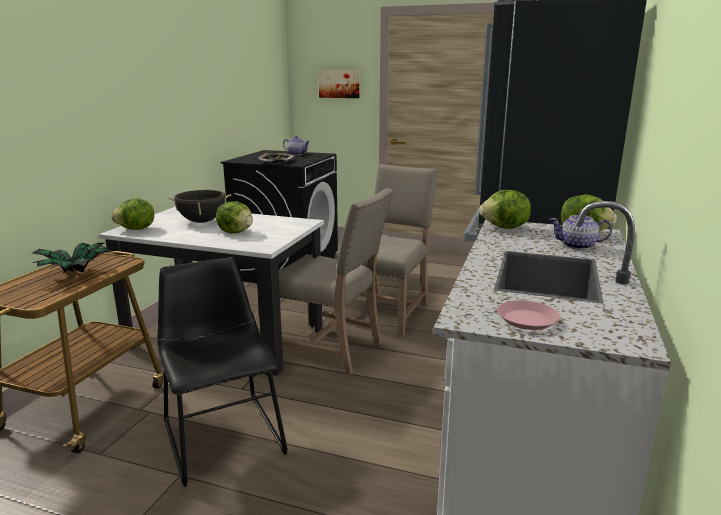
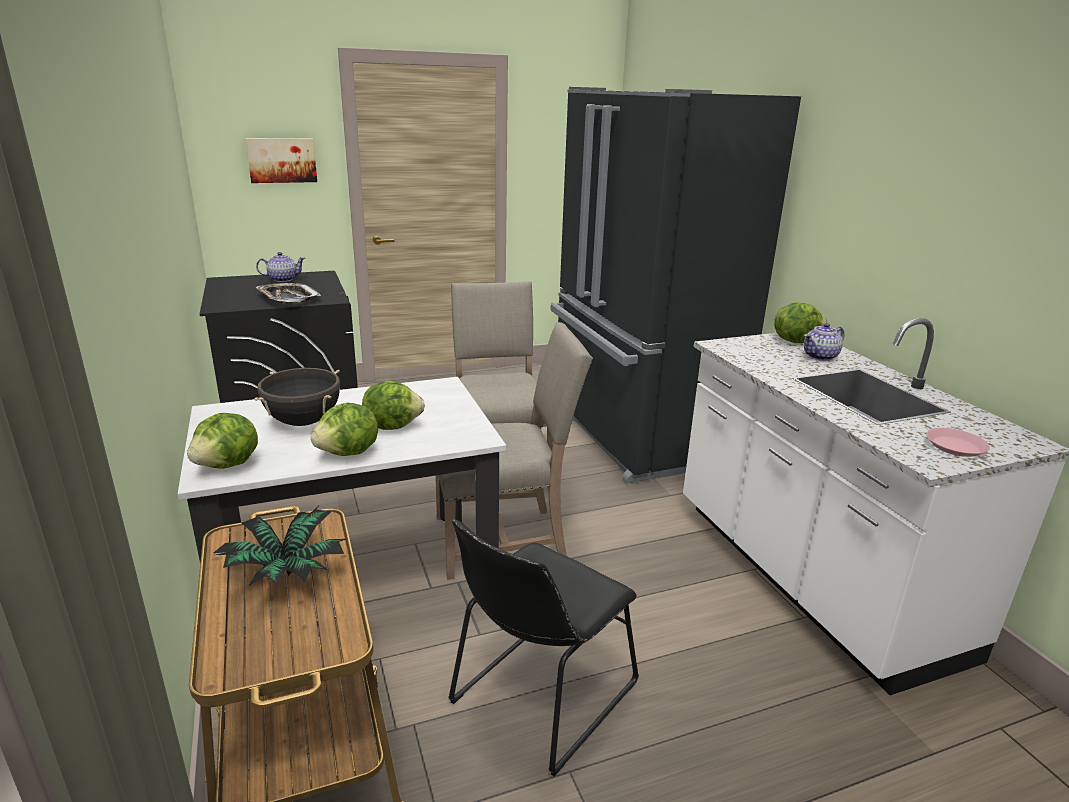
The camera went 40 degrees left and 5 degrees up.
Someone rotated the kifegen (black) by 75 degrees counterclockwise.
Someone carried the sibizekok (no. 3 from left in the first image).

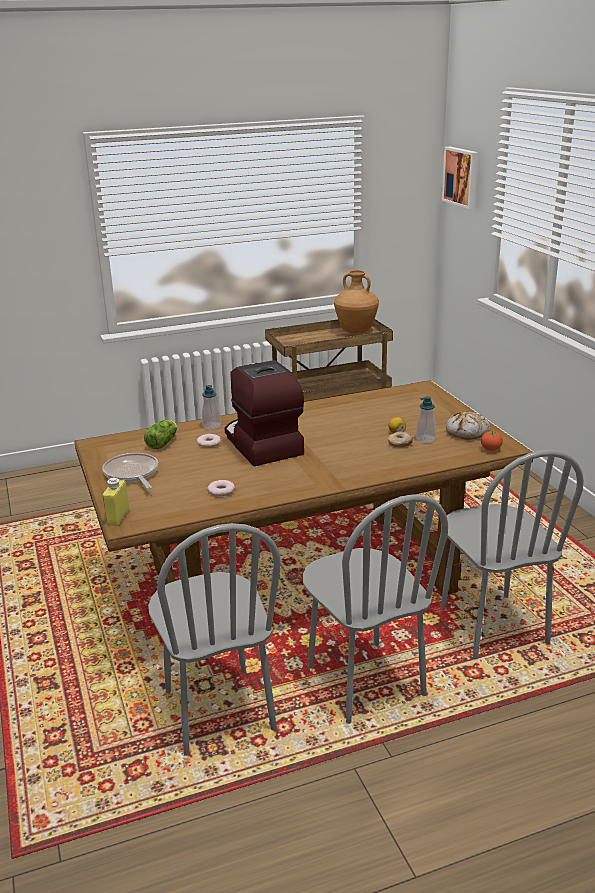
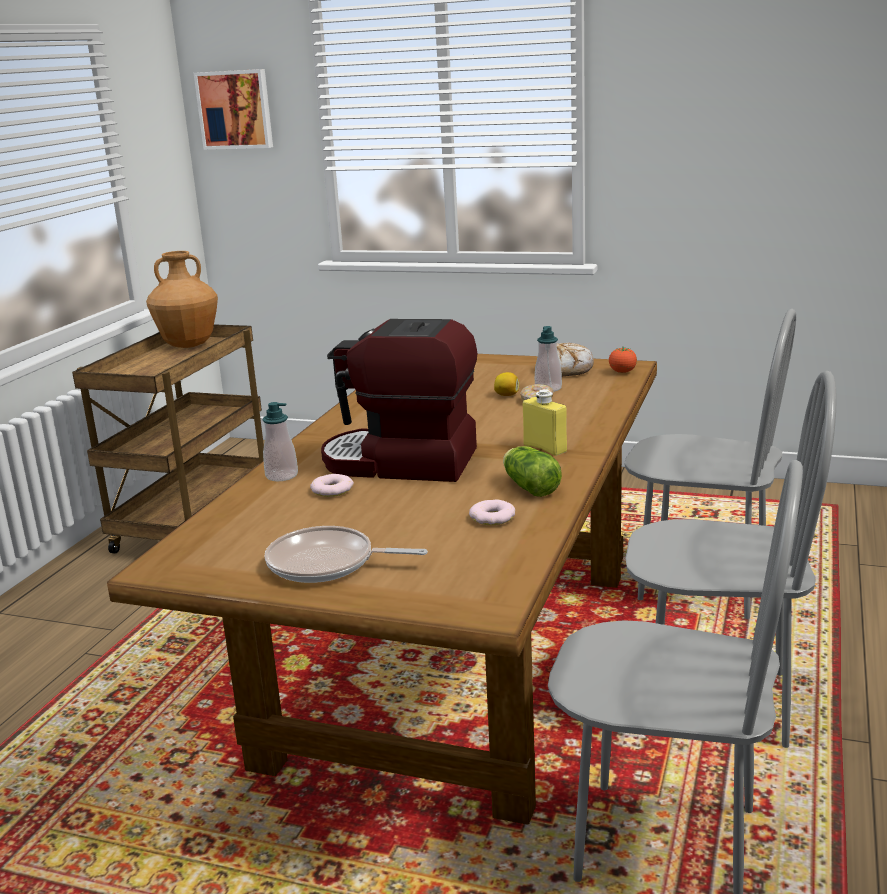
The camera went 50 degrees left and 5 degrees down.
Someone carried the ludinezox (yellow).
Someone carried the sibizekok.

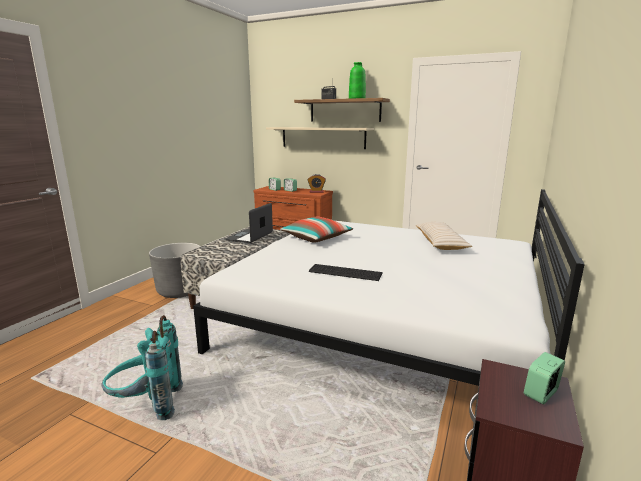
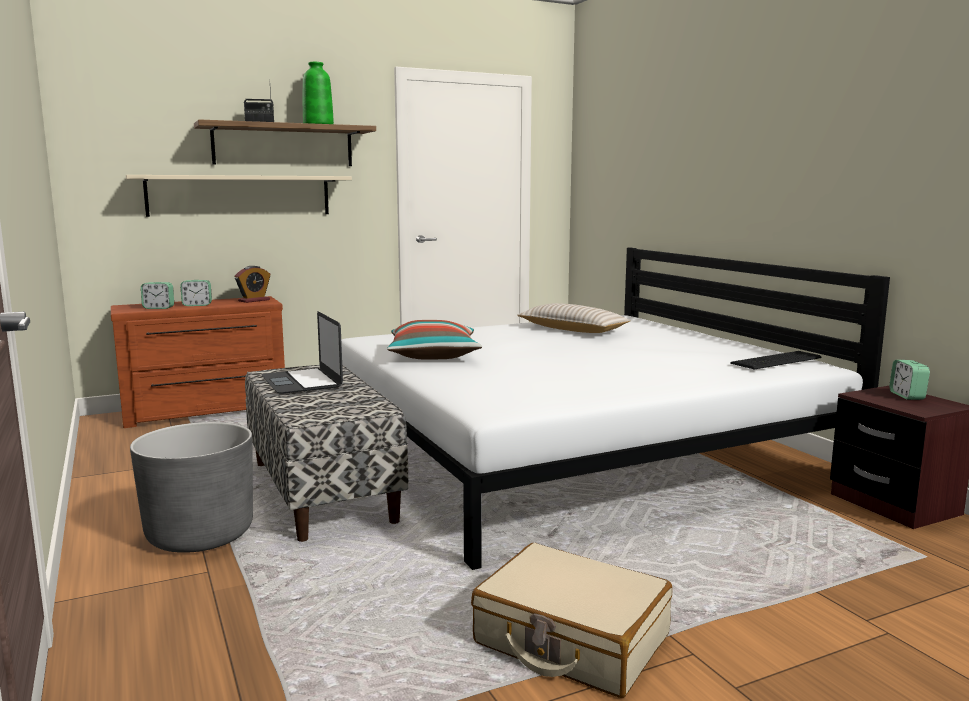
The camera went 50 degrees left and 5 degrees down.
Someone swapped the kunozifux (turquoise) for the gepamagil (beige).
Someone carried the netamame.

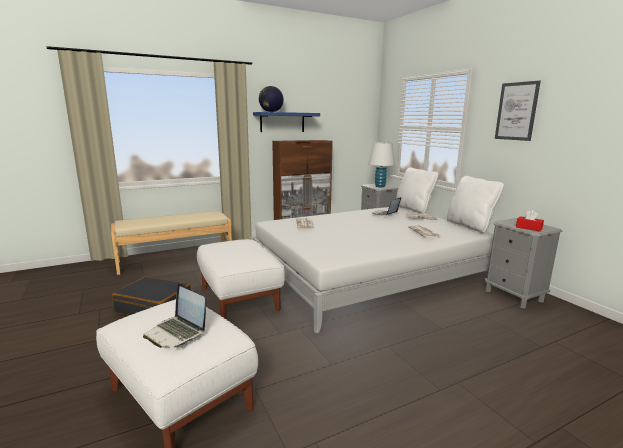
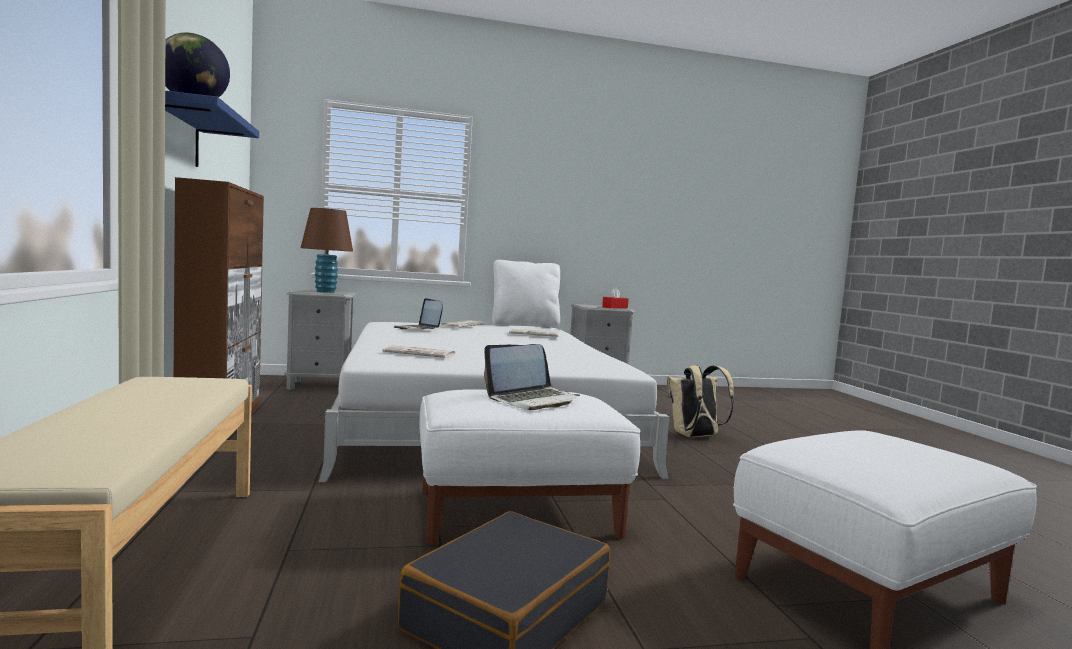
The camera went 75 degrees left and 10 degrees down.
Someone carried the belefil (no. 1 from left in the first image).
Someone repainted the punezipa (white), which became the punezipa (brown).
Someone took away the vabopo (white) (no. 1 from left).
Someone took away the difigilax.
Someone put down the kunozifux (beige).

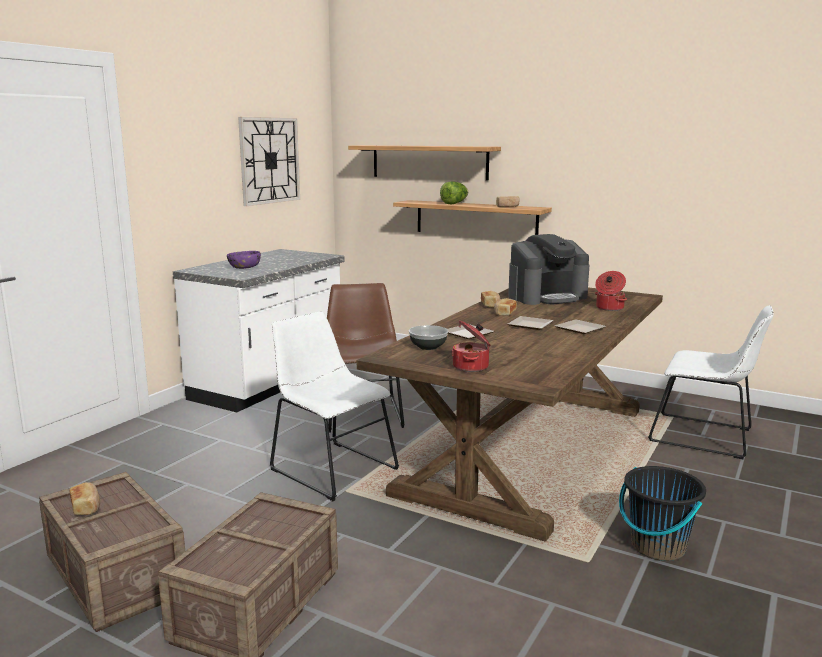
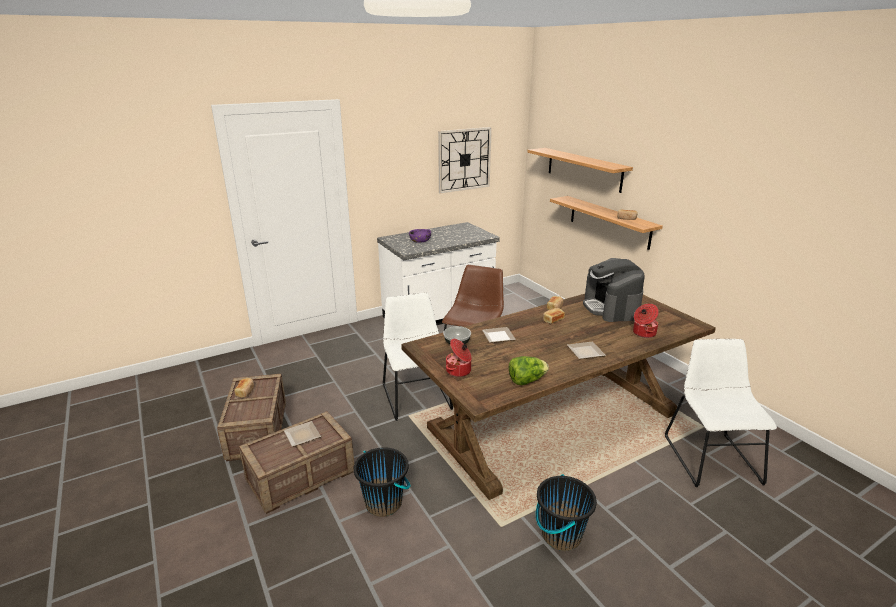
The camera went 30 degrees right and 10 degrees up.
Someone carried the sibizekok.
Someone rotated the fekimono by 75 degrees clockwise.
Someone carried the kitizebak (no. 2 from left in the first image).
Someone rotated the kifegen (white) (no. 2 from left) by 150 degrees counterclockwise.
Someone put down the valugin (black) (no. 1 from left).

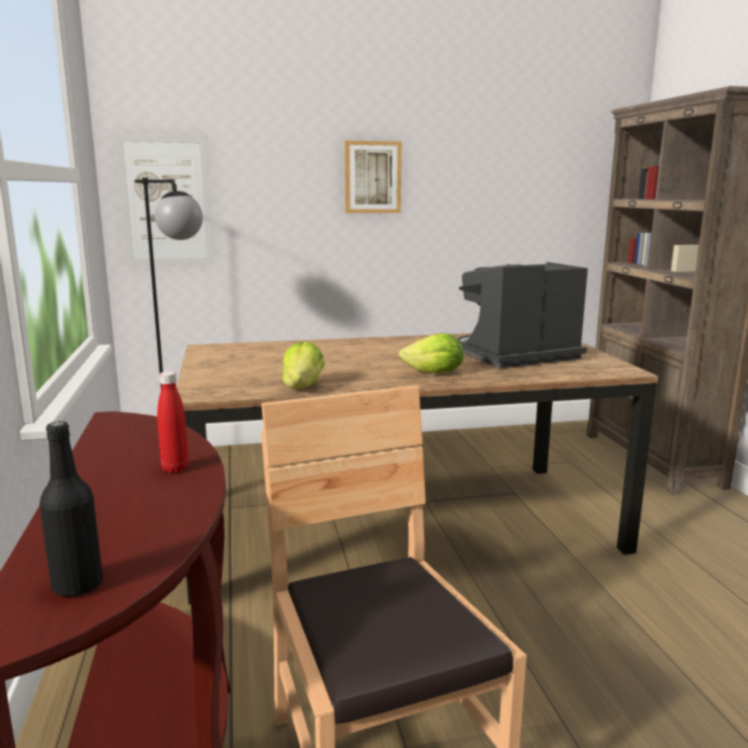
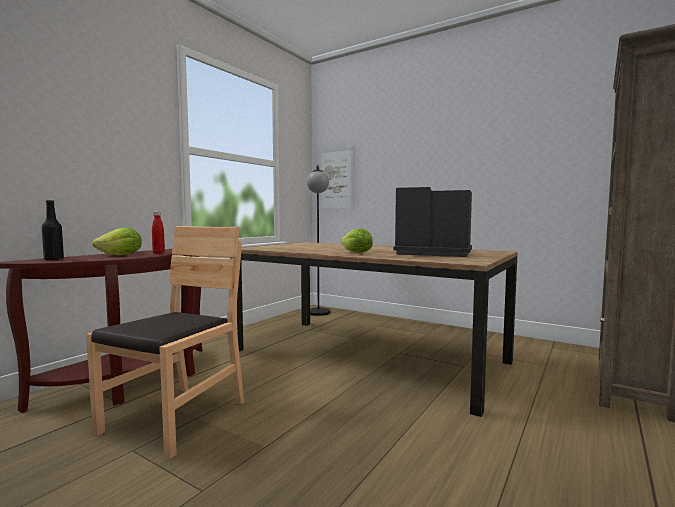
The camera went 45 degrees right and 10 degrees down.
Someone carried the sibizekok (no. 1 from left).
Someone took away the difigilax (no. 2 from left).

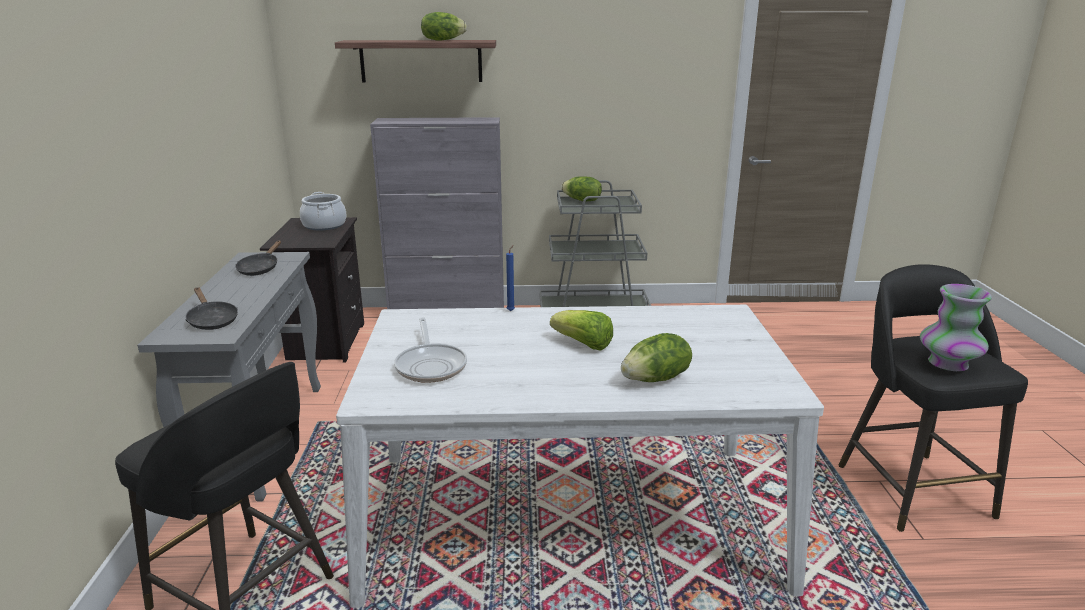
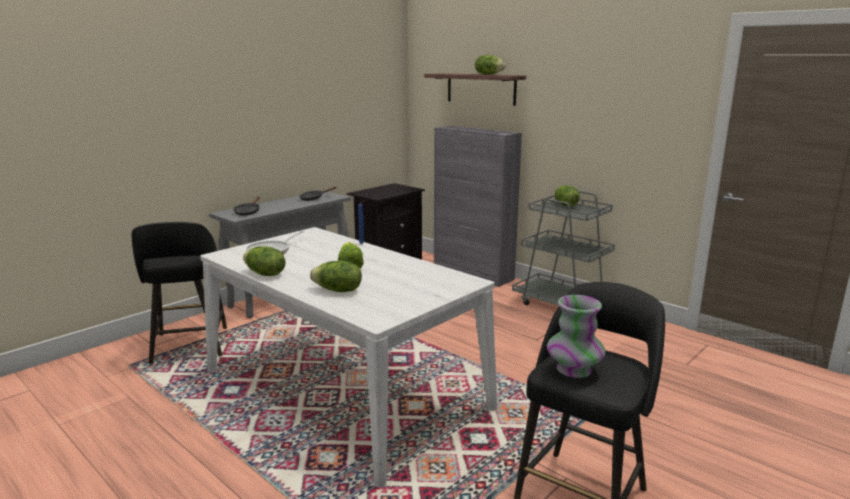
The camera went 45 degrees right and 5 degrees down.
Someone took away the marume.
Someone put down the sibizekok (no. 1 from left).

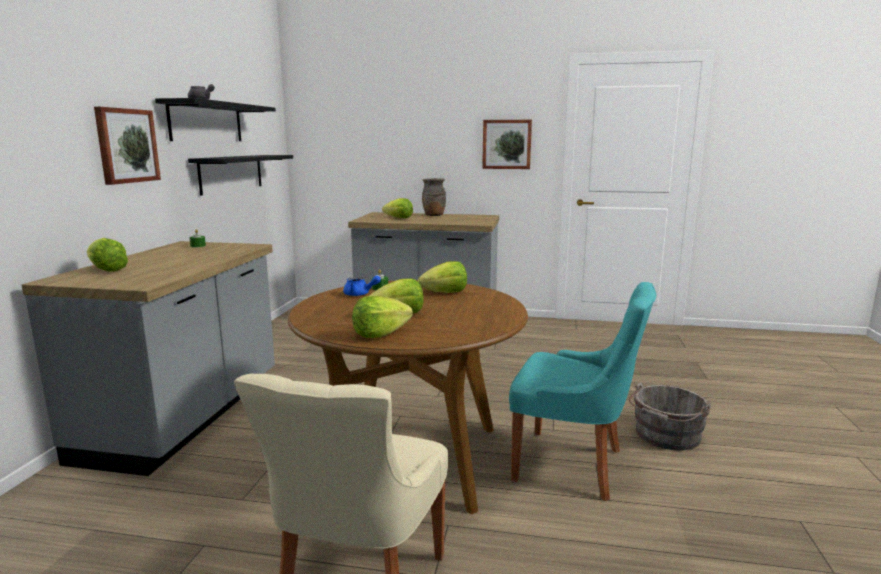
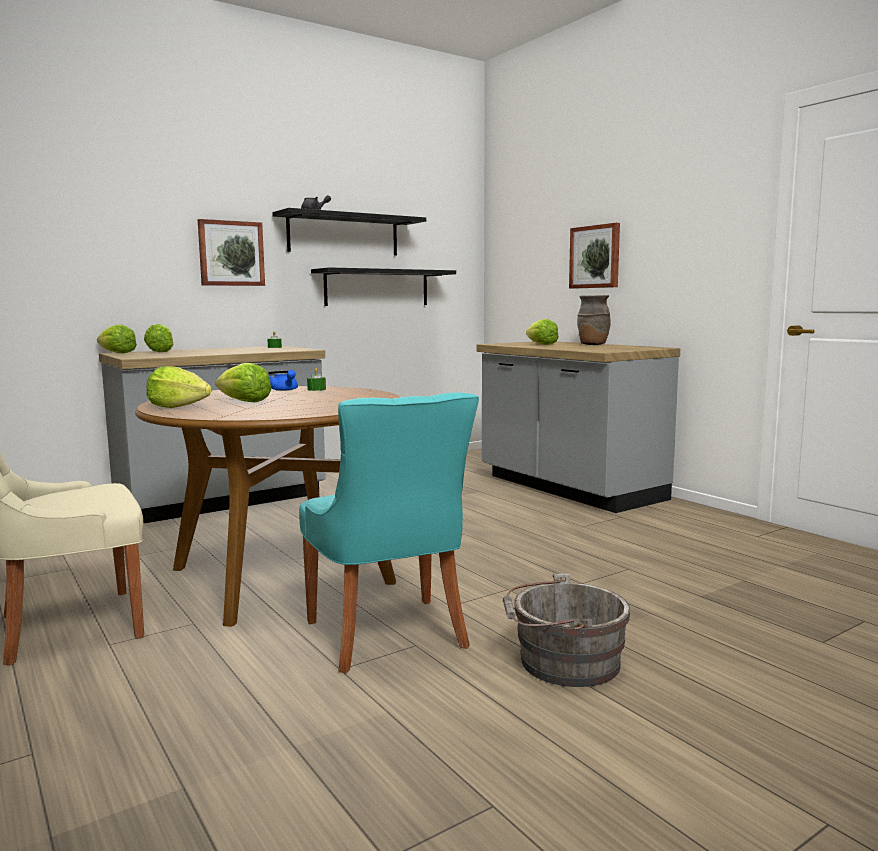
The camera went 45 degrees right and 5 degrees down.
Someone carried the sibizekok (no. 5 from left in the first image).
Someone carried the difigilax (no. 2 from left).

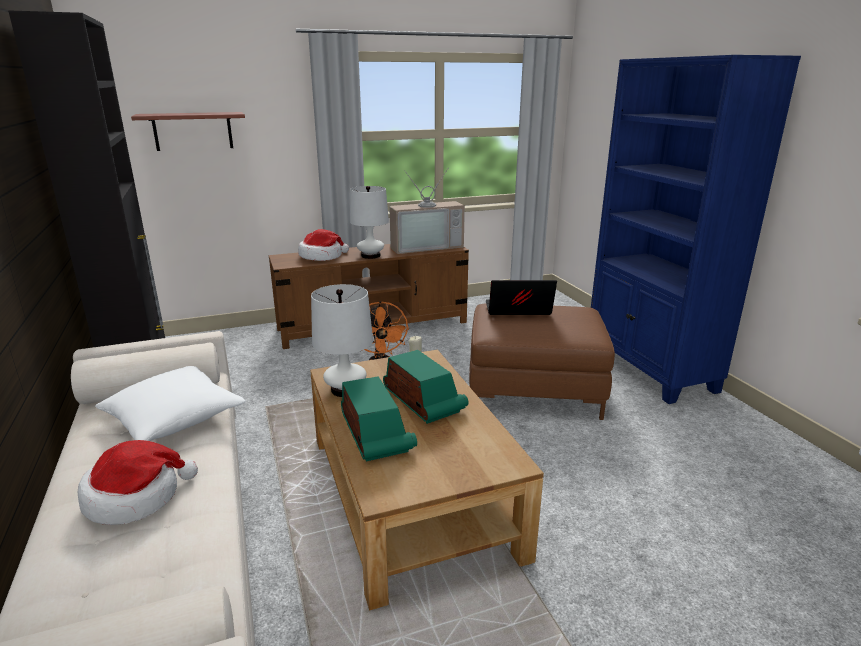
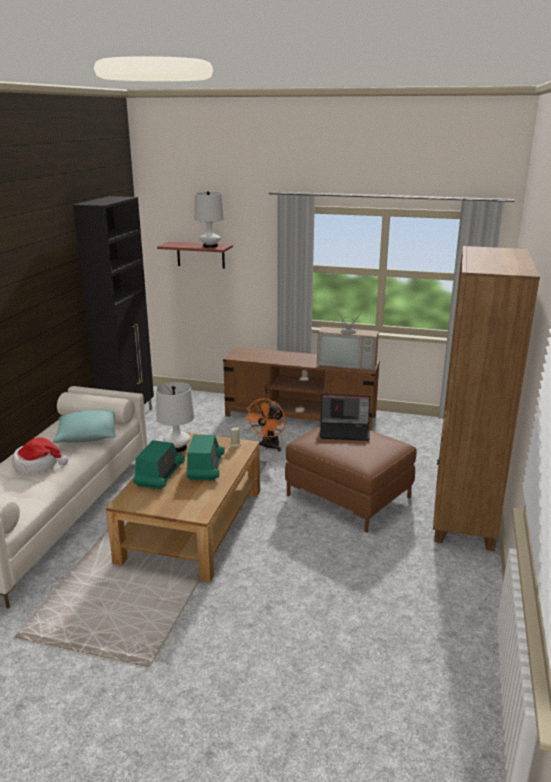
The camera went 35 degrees right and 0 degrees up.
Someone repainted the vabopo (white), which became the vabopo (turquoise).
Someone took away the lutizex (no. 2 from left).
Someone carried the punezipa (white) (no. 2 from left).
Someone rotated the belefil by 150 degrees clockwise.
Someone repainted the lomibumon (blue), which became the lomibumon (brown).

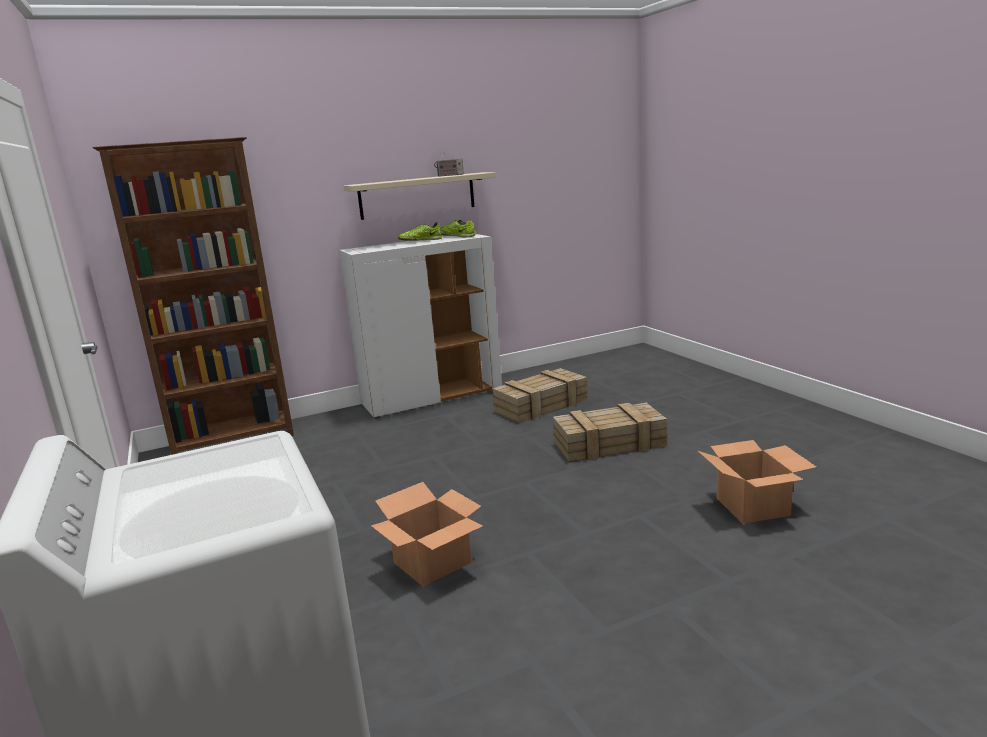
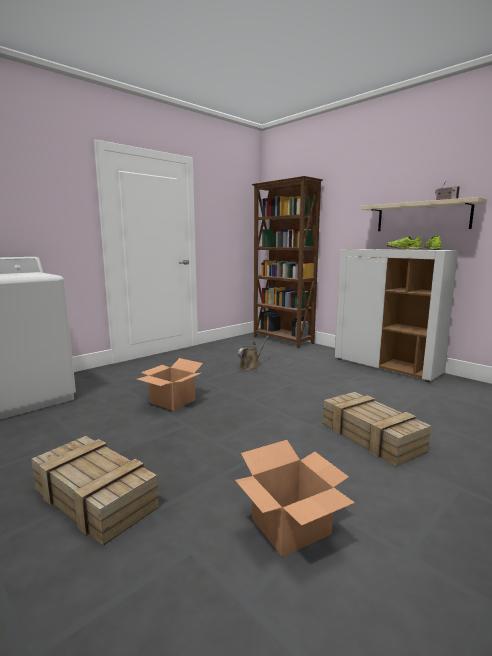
The camera went 70 degrees right and 5 degrees down.
Someone carried the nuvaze (no. 1 from left).
Someone put down the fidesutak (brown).

